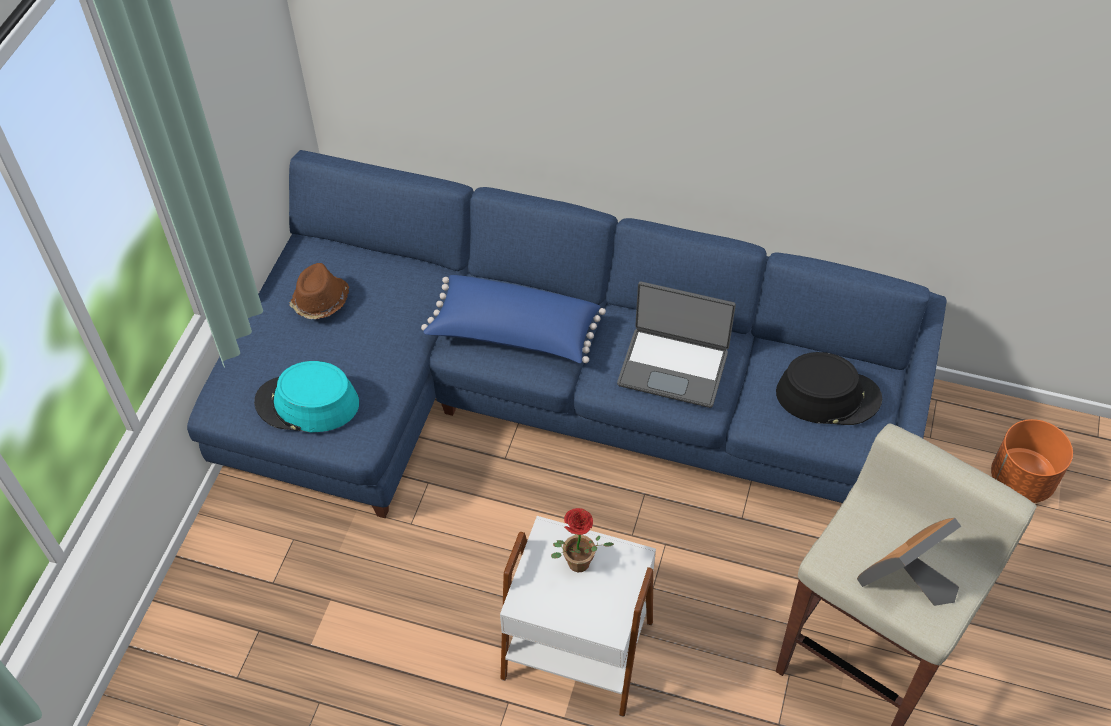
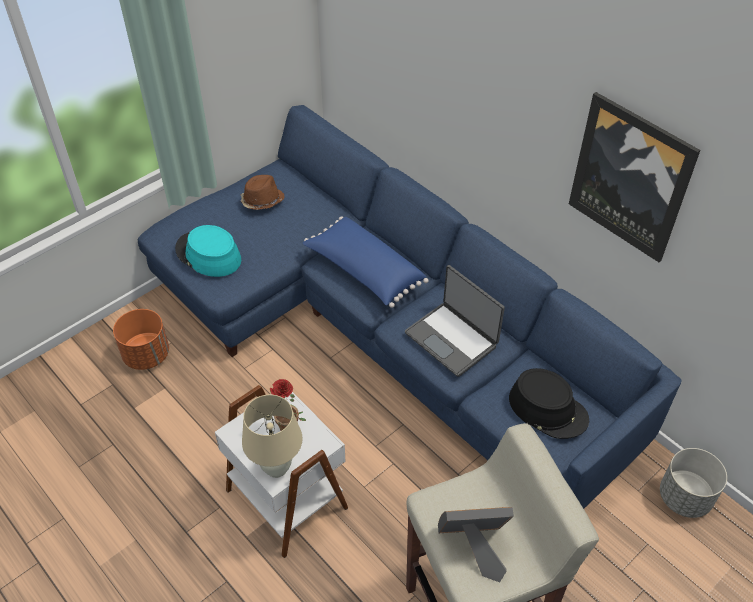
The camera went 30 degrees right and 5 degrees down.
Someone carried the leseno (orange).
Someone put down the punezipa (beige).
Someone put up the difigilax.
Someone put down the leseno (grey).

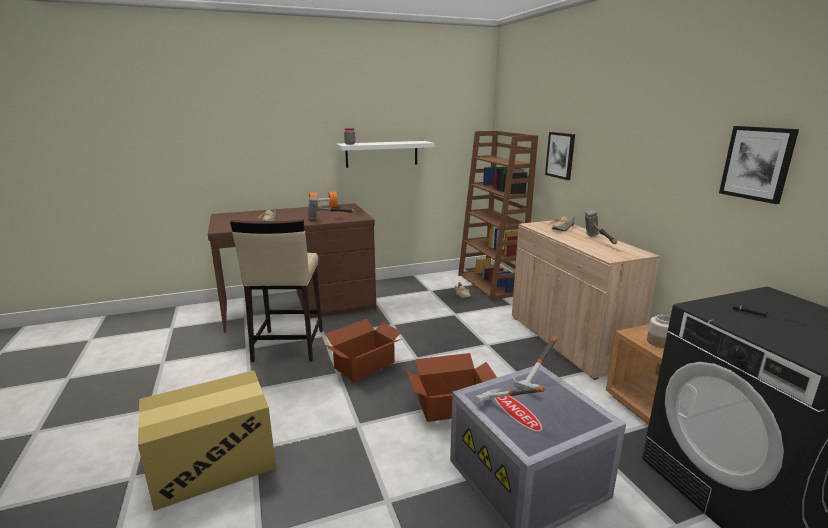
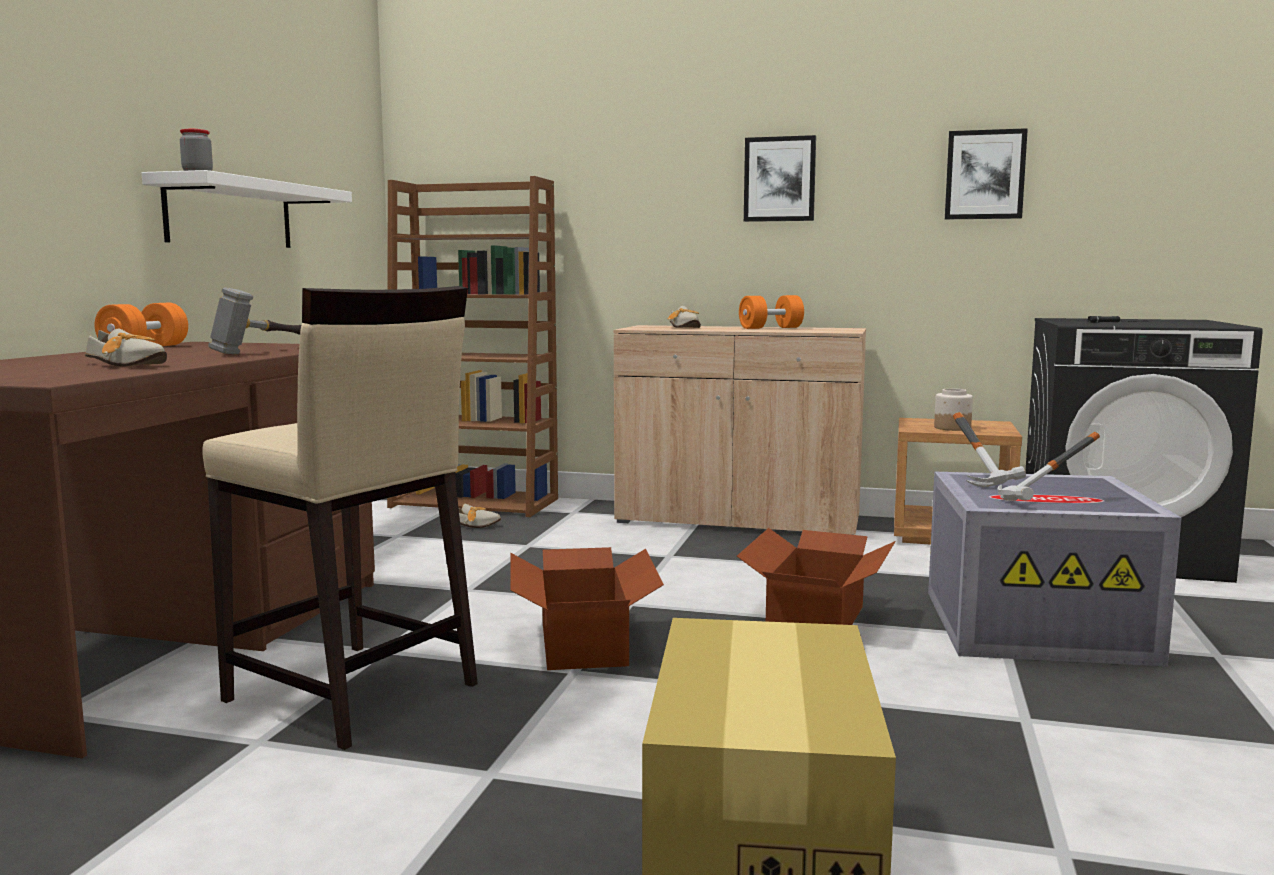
The camera went 55 degrees left and 10 degrees down.
Someone carried the difigilax (no. 1 from left).
Someone swapped the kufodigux (no. 4 from left) for the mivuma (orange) (no. 2 from left).

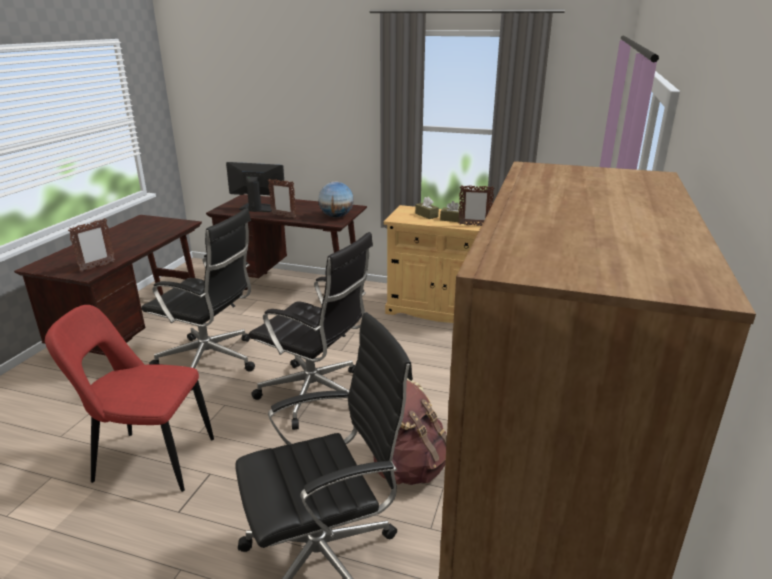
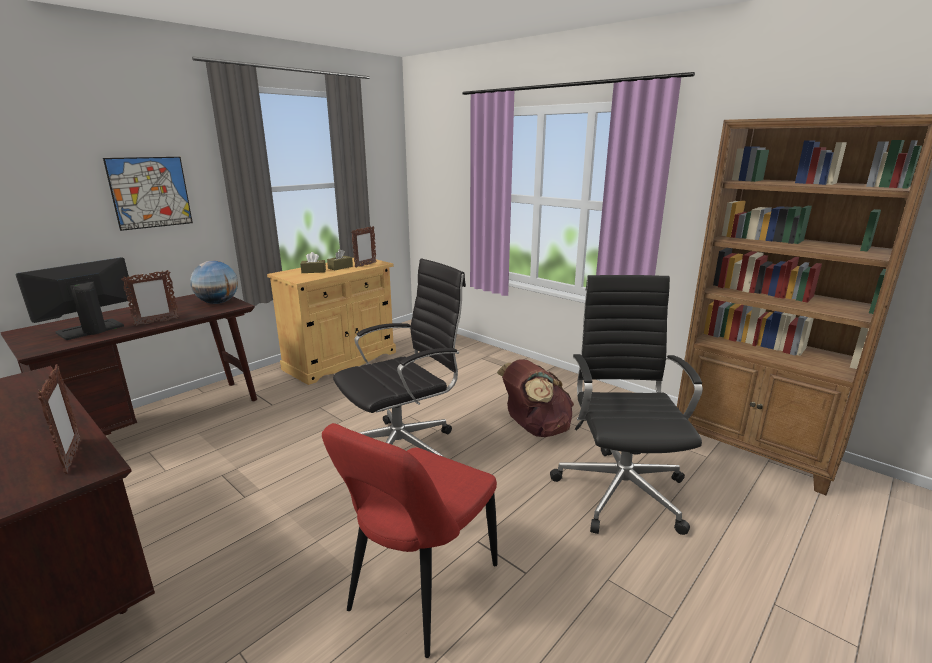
The camera went 65 degrees left and 5 degrees down.
Someone took away the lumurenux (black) (no. 1 from left).
Someone put up the difigilax.

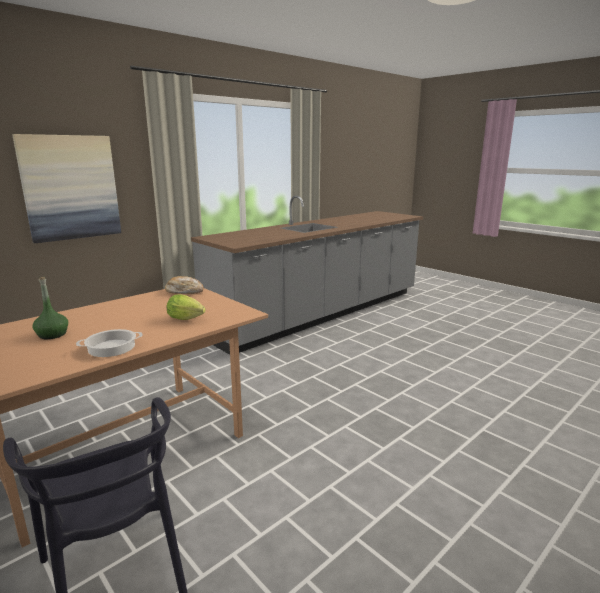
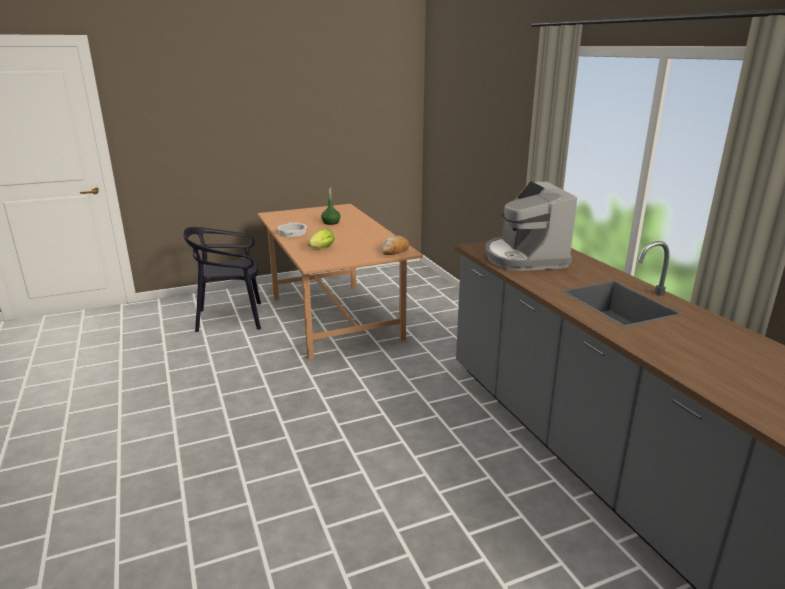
The camera went 110 degrees right and 5 degrees up.
Someone took away the difigilax.
Someone put down the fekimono.

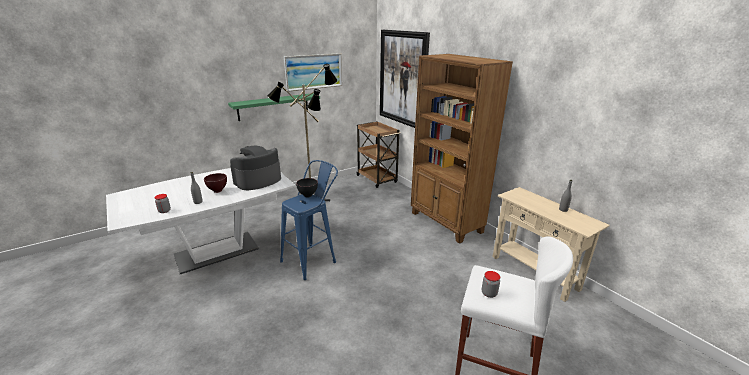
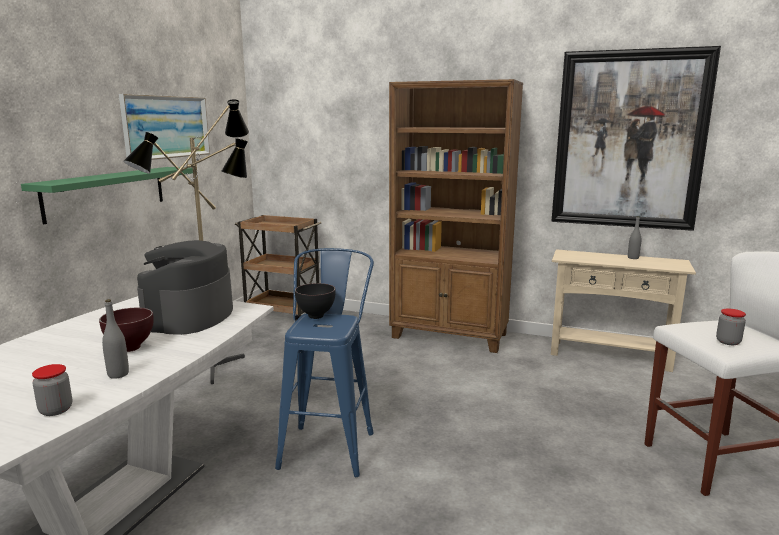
The camera went 35 degrees left and 10 degrees down.
Someone carried the difigilax (no. 2 from left).

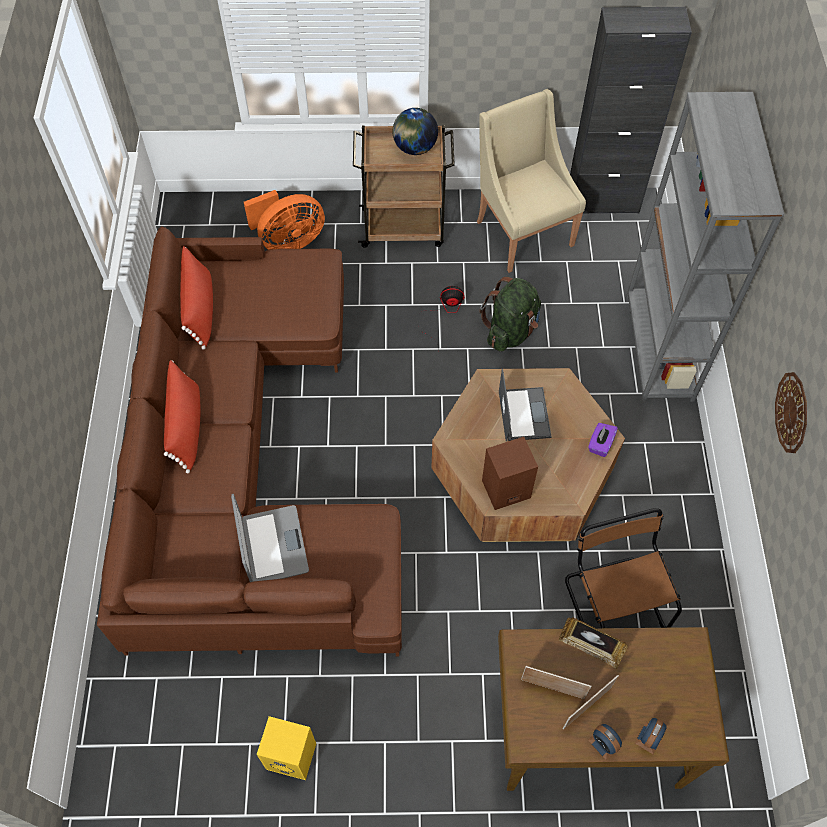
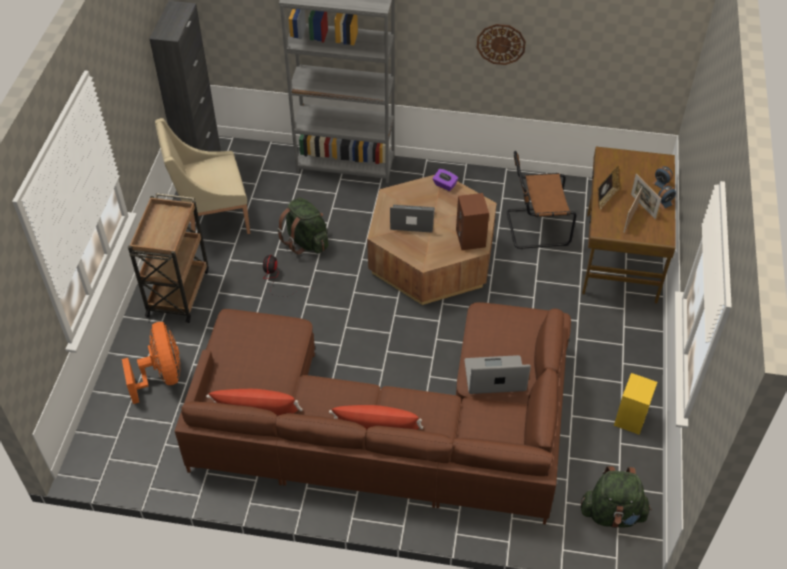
The camera went 80 degrees left and 10 degrees down.
Someone took away the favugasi.
Someone put down the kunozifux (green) (no. 2 from left).

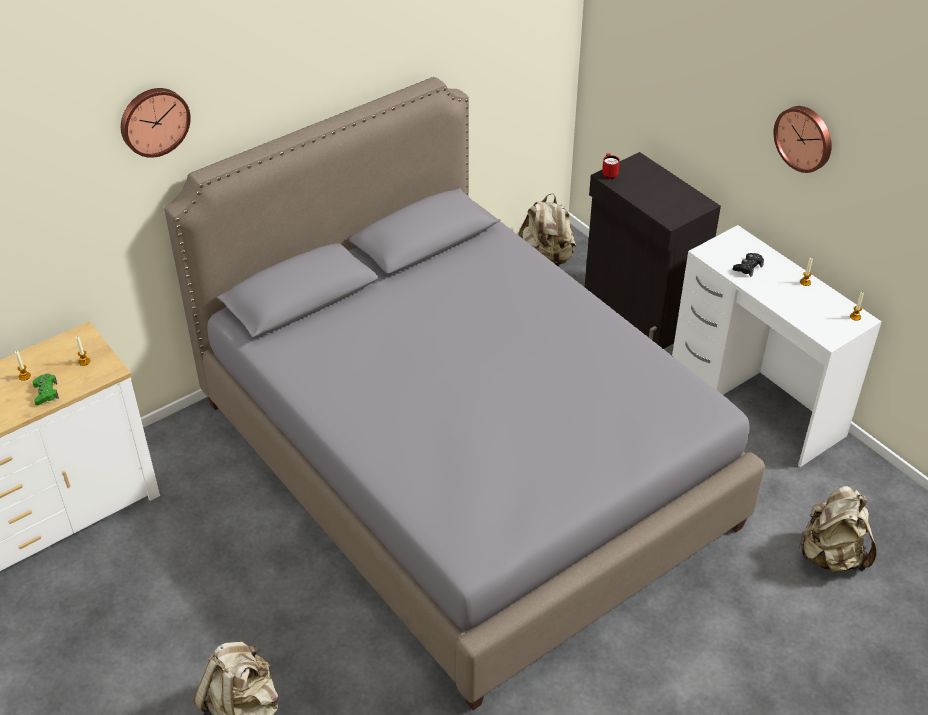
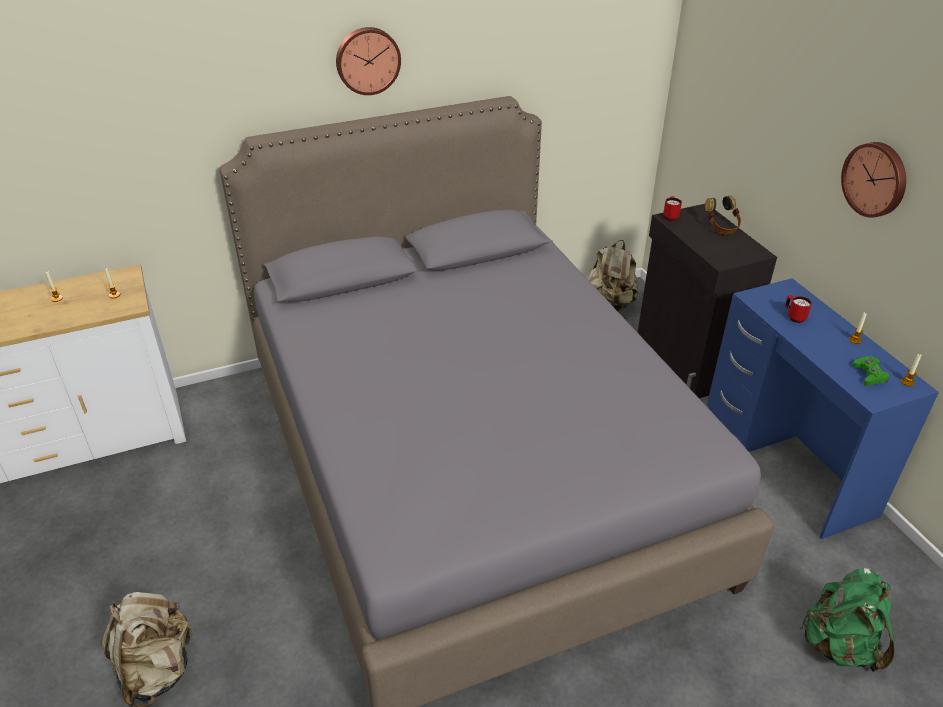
The camera went 15 degrees right and 5 degrees down.
Someone carried the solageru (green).
Someone carried the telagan (no. 1 from left).
Someone repainted the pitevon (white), which became the pitevon (blue).
Someone swapped the solageru (black) for the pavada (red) (no. 2 from left).
Someone repainted the kunozifux (beige) (no. 3 from left), which became the kunozifux (green).
Someone put down the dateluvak.

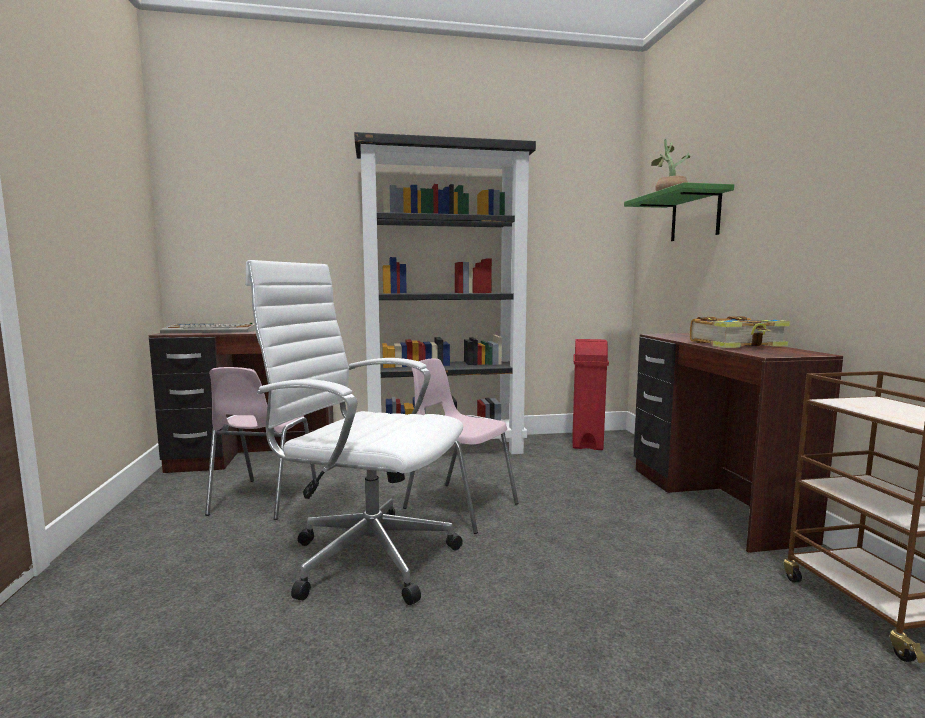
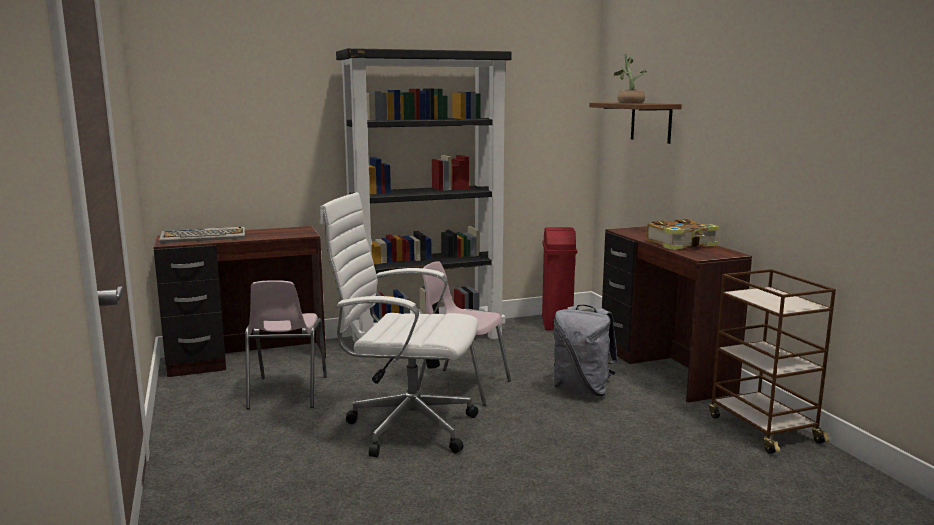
The camera went 10 degrees left and 5 degrees up.
Someone repainted the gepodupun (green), which became the gepodupun (brown).
Someone put down the kunozifux (grey).

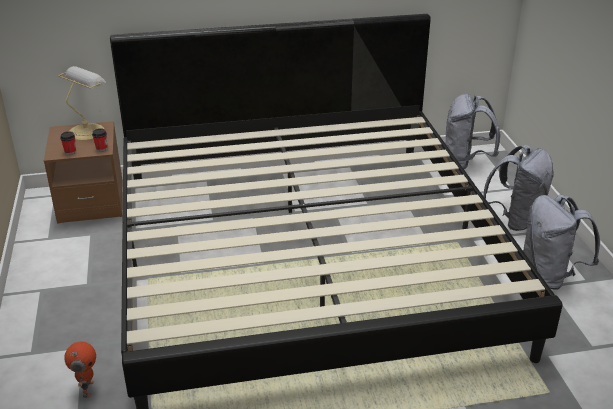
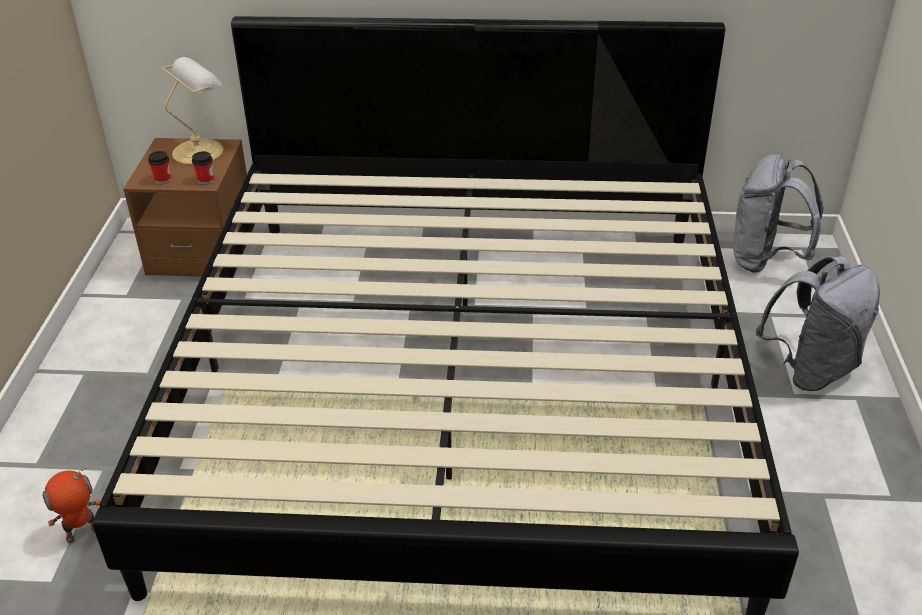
The camera went 15 degrees right and 5 degrees up.
Someone rotated the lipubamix by 135 degrees counterclockwise.
Someone took away the kunozifux (grey) (no. 3 from left).

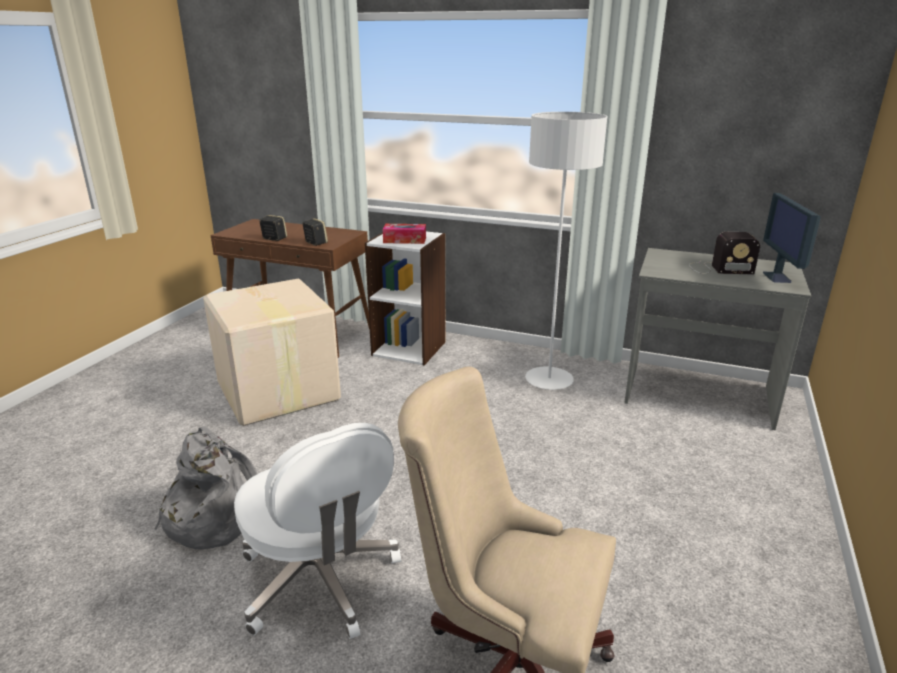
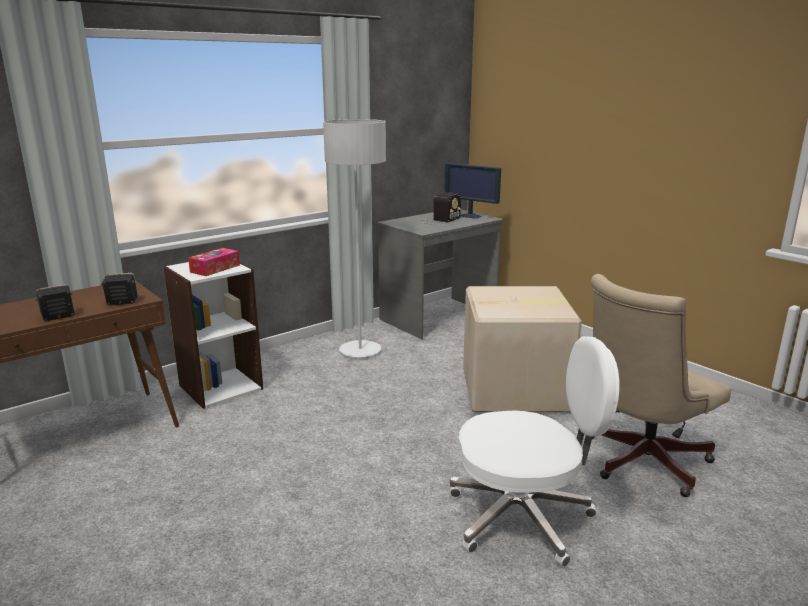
The camera went 60 degrees left and 5 degrees down.
Someone took away the kunozifux (grey).
Someone carried the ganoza.

